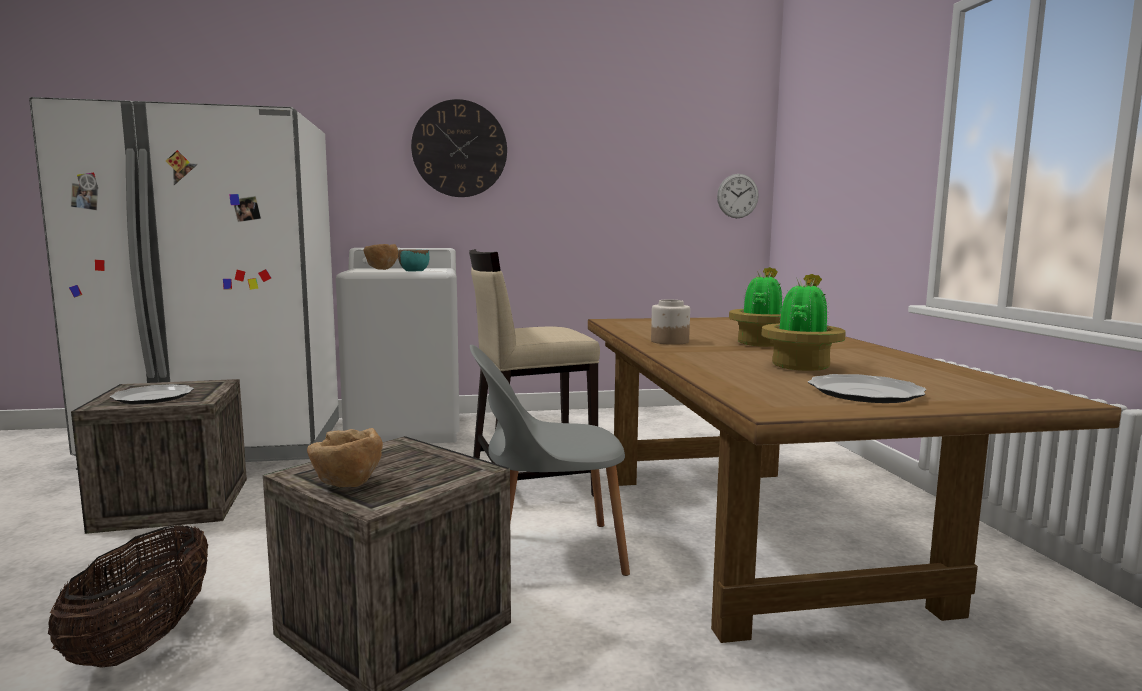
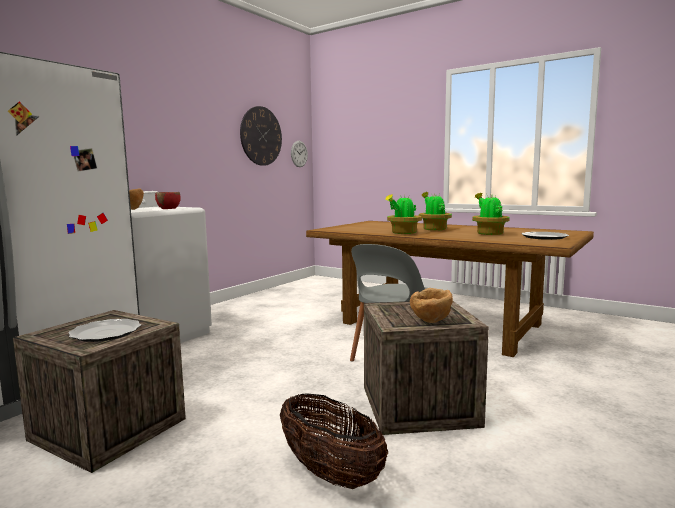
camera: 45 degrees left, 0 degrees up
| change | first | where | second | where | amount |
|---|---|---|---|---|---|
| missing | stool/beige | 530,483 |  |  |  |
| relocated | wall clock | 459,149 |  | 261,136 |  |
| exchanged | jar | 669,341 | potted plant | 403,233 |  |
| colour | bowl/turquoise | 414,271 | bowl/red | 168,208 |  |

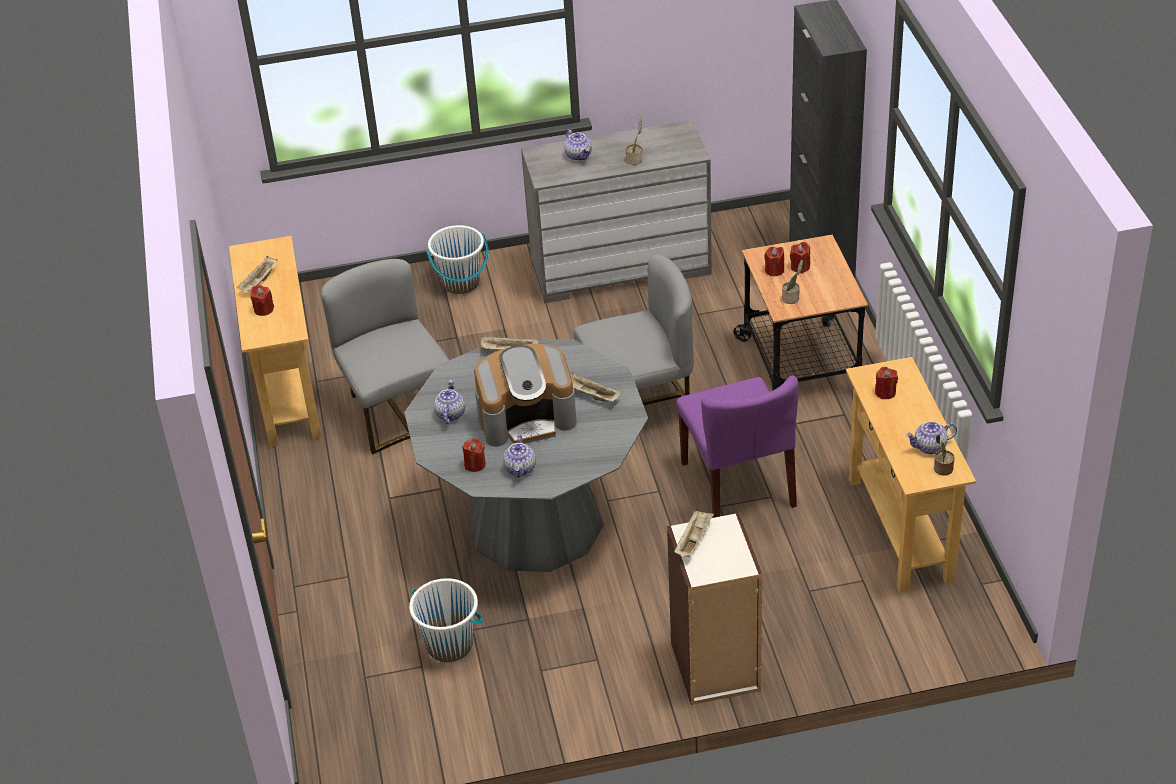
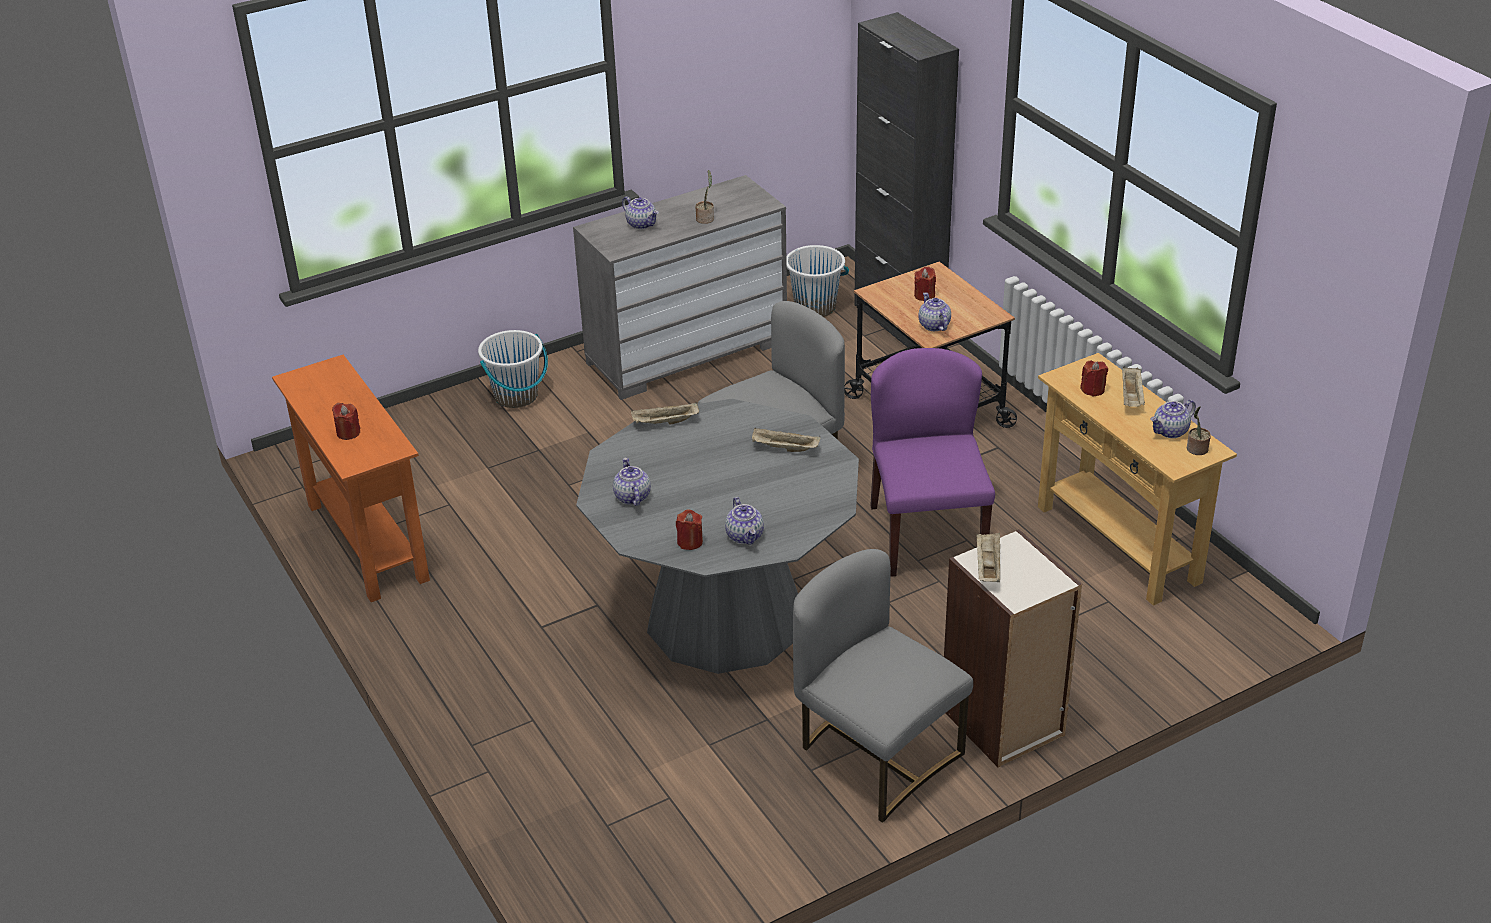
camera: 20 degrees left, 5 degrees down
| change | first | where | second | where | amount |
|---|---|---|---|---|---|
| missing | coffee machine | 527,418 |  |  |  |
| missing | candle/red | 774,270 |  |  |  |
| relocated | tray/beige | 259,282 |  | 1131,397 |  |
| relocated | chair/grey | 397,411 |  | 876,755 |  |
| relocated | bucket/white | 450,644 |  | 815,307 |  |
| exchanged | potted plant | 792,298 | teapot | 933,325 |  |
| colour | console table/beige | 288,393 | console table/orange | 367,542 |  |
| spun | chair/purple | 738,485 |  | 926,535 | 150 degrees counterclockwise |

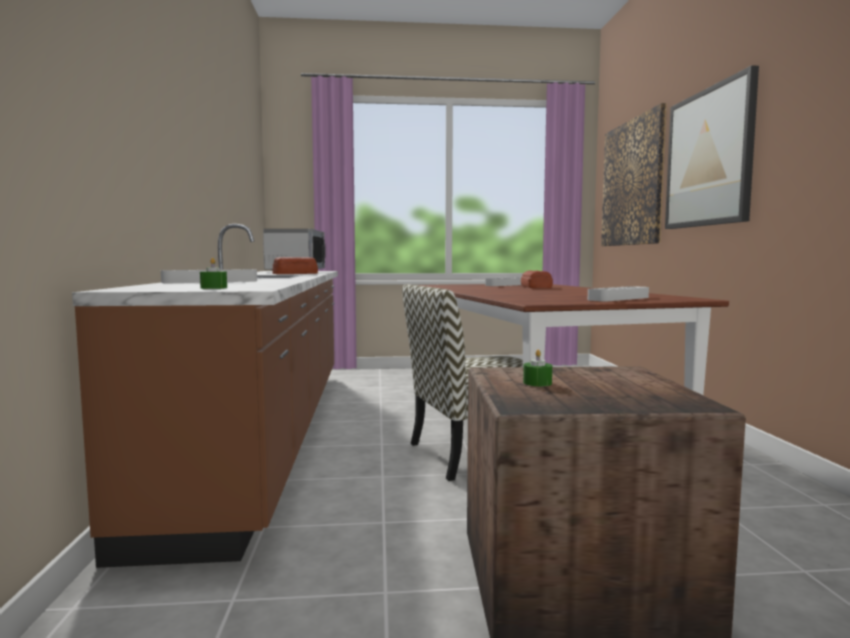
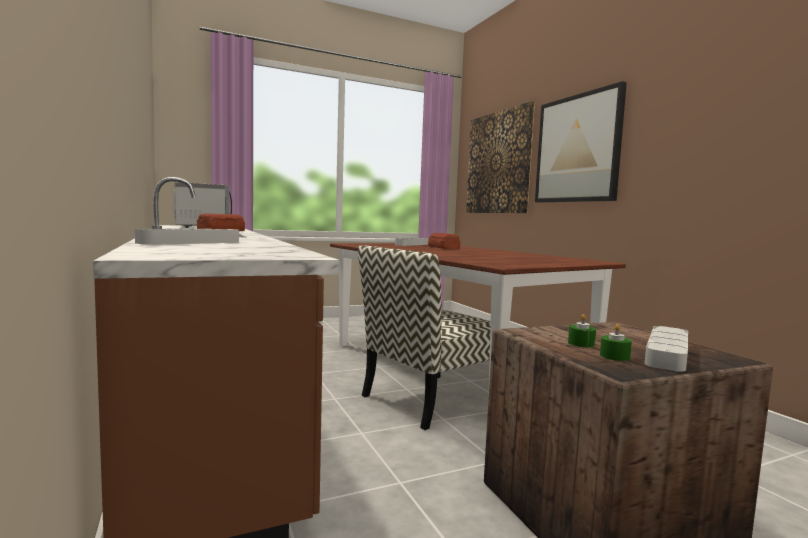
camera: 20 degrees left, 0 degrees up
| change | first | where | second | where | amount |
|---|---|---|---|---|---|
| relocated | candle/green | 214,288 |  | 614,356 |  |
| relocated | tray/grey | 618,299 |  | 667,353 |  |

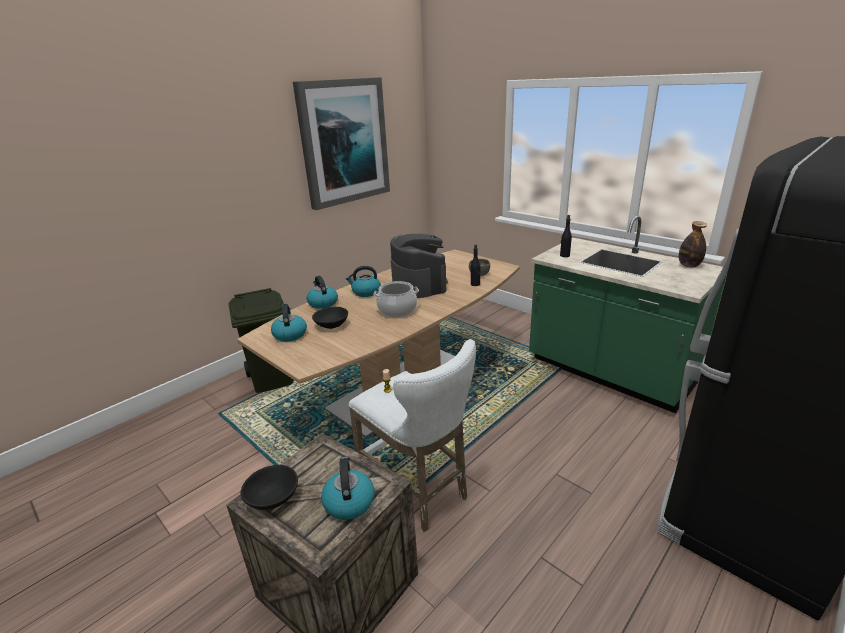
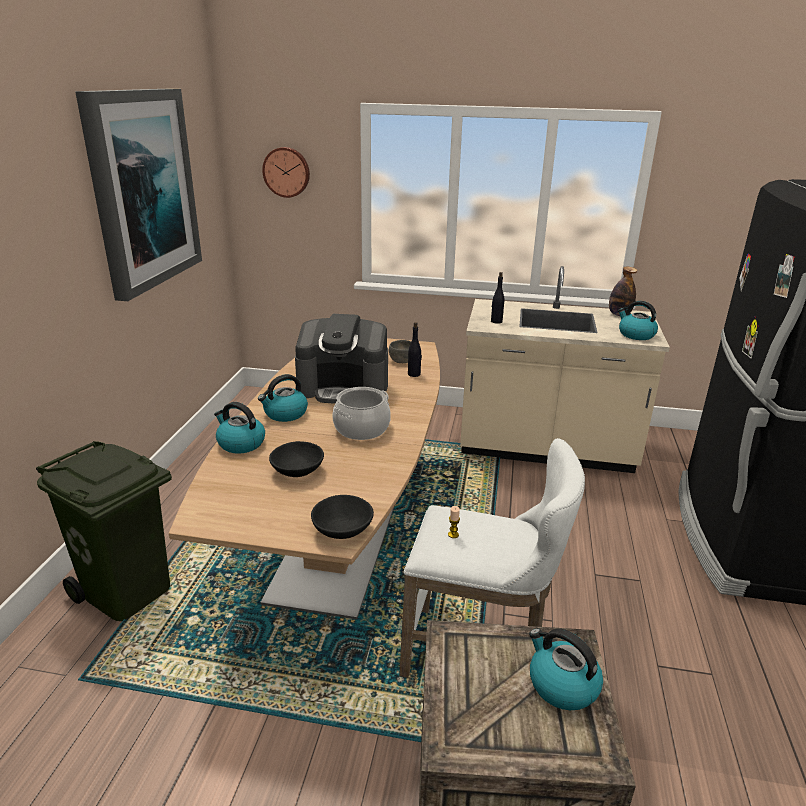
camera: 35 degrees left, 0 degrees up
| change | first | where | second | where | amount |
|---|---|---|---|---|---|
| appeared |  |  | wall clock | 287,172 |  |
| relocated | bowl/black | 273,498 |  | 342,530 |  |
| relocated | kettle | 290,334 |  | 635,335 |  |
| colour | counter/green | 608,373 | counter/beige | 546,449 |  |
| spun | coffee machine | 418,284 |  | 344,388 | 150 degrees clockwise |

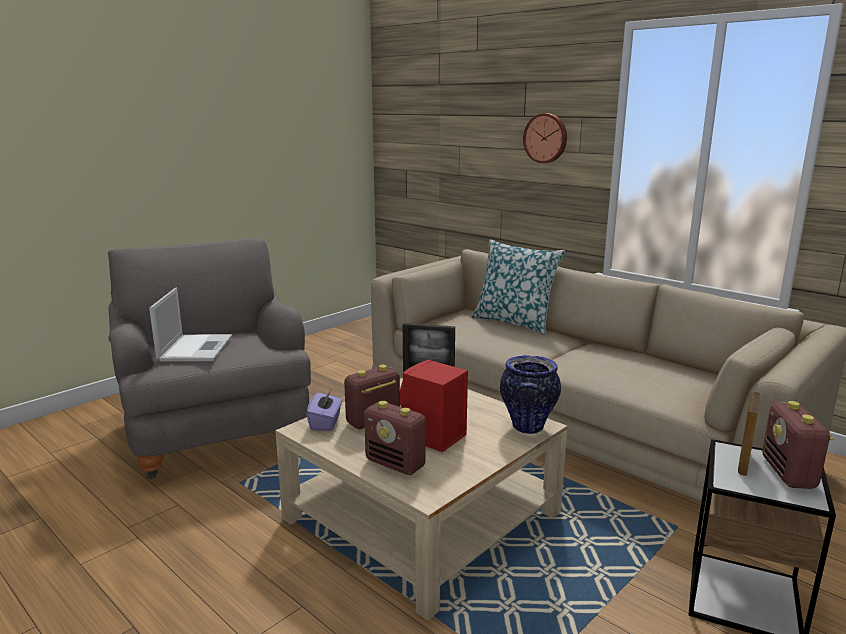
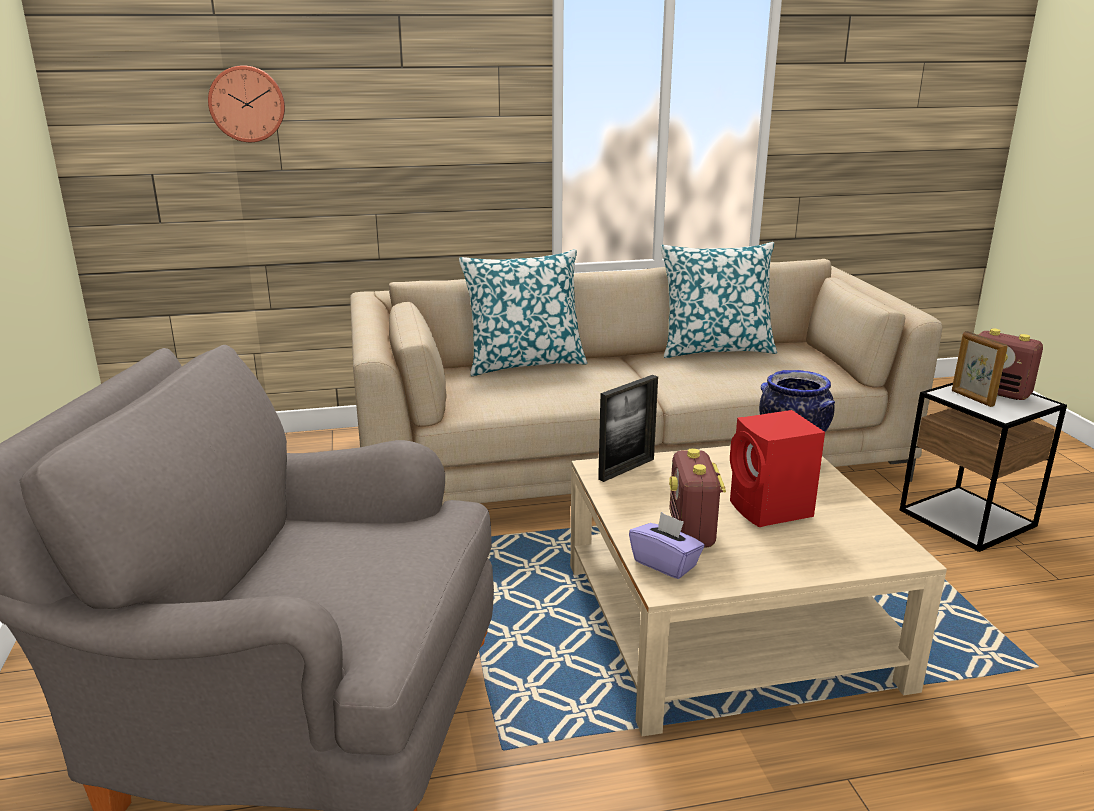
camera: 55 degrees left, 5 degrees up
| change | first | where | second | where | amount |
|---|---|---|---|---|---|
| missing | laptop | 196,348 |  |  |  |
| missing | radio | 396,464 |  |  |  |
| appeared |  |  | pillow | 715,349 |  |
| relocated | wall clock | 546,138 |  | 247,103 |  |

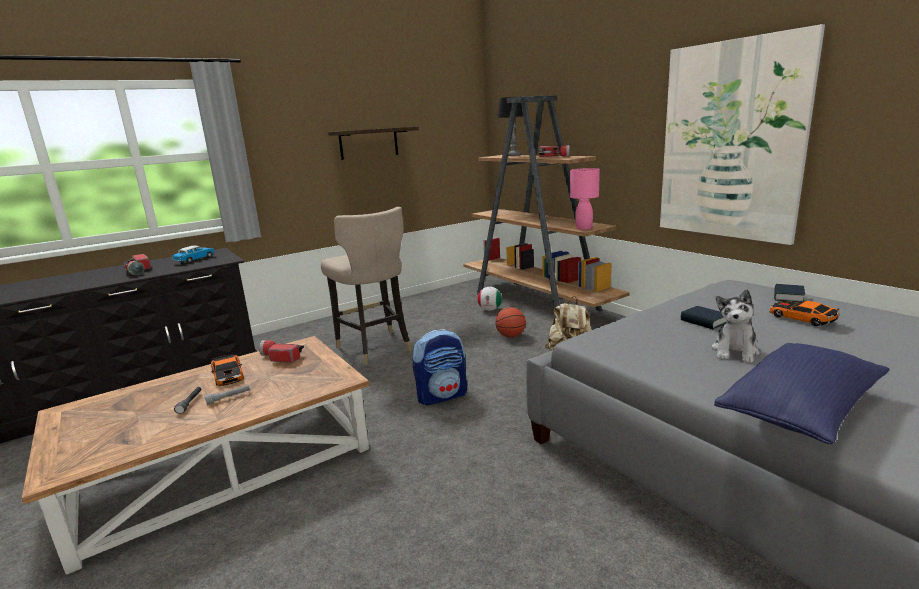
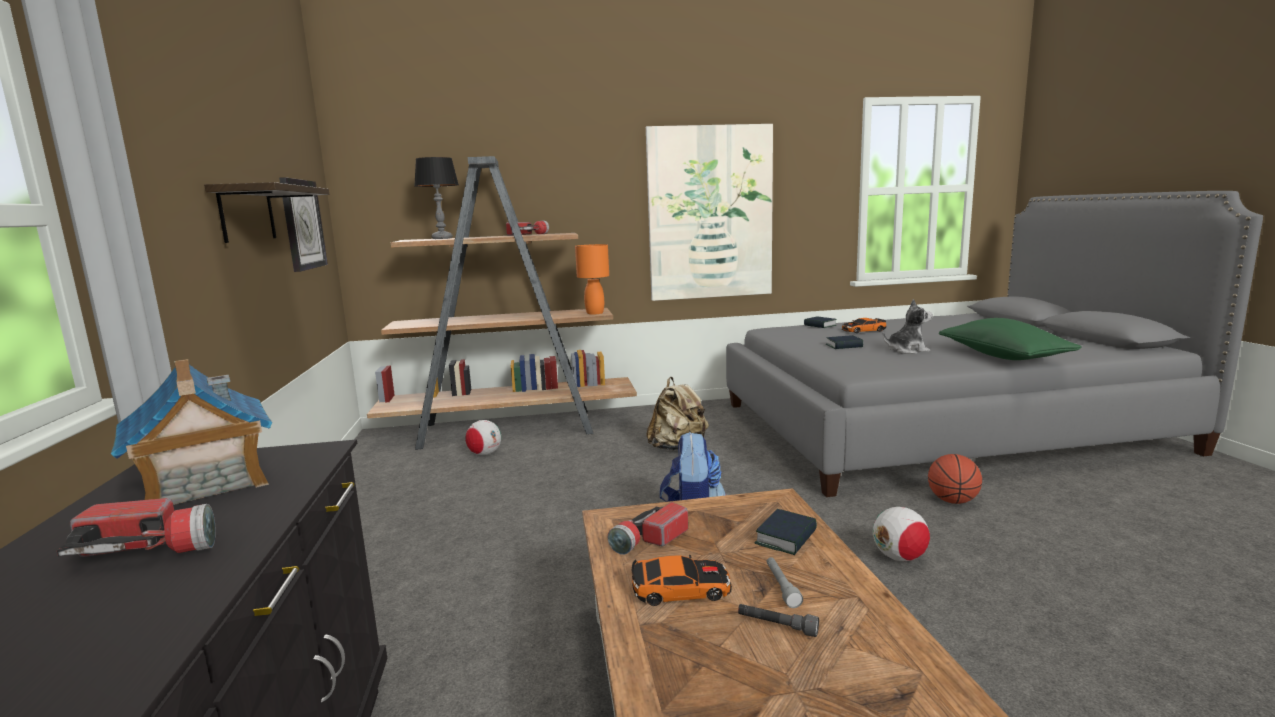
camera: 65 degrees left, 5 degrees down
| change | first | where | second | where | amount |
|---|---|---|---|---|---|
| missing | stool/beige | 375,348 |  |  |  |
| appeared |  |  | wall clock | 302,224 |  |
| appeared |  |  | book | 786,538 |  |
| appeared |  |  | football | 899,557 |  |
| relocated | basketball | 510,336 |  | 953,501 |  |
| exchanged | toy car | 195,259 | toy house | 205,483 |  |
| colour | table lamp/pink | 583,228 | table lamp/orange | 594,313 |  |
| colour | pillow/blue | 800,410 | pillow/green | 1003,356 |  |
| spun | plush toy | 735,351 |  | 907,350 | 60 degrees counterclockwise |

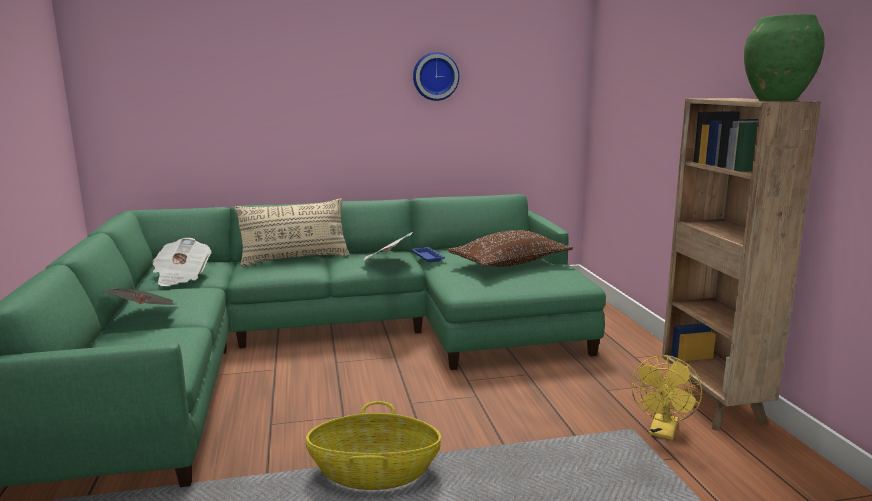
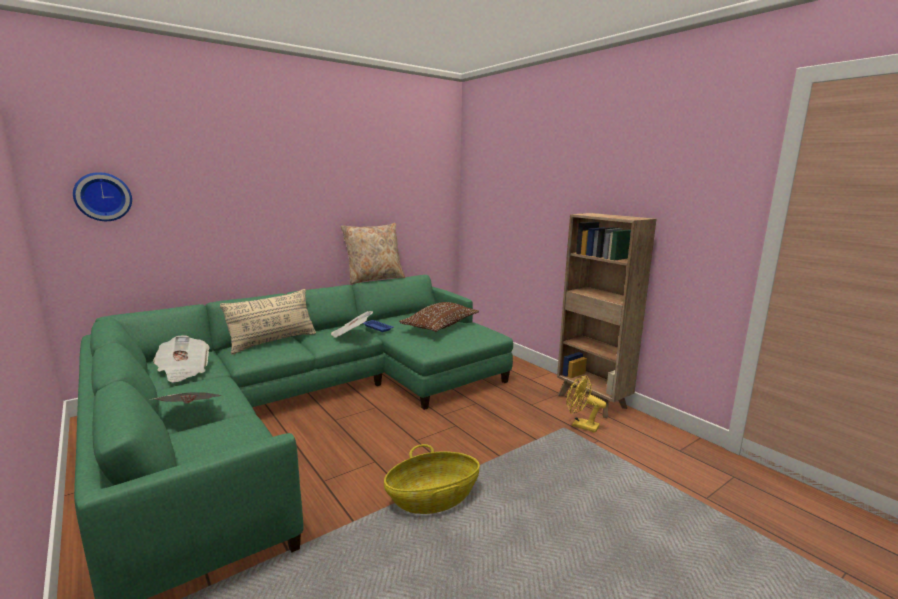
camera: 25 degrees left, 0 degrees up
| change | first | where | second | where | amount |
|---|---|---|---|---|---|
| missing | vase/green | 776,100 |  |  |  |
| appeared |  |  | pillow/beige | 374,279 |  |
| relocated | wall clock | 435,76 |  | 103,196 |  |
| spun | fan/yellow | 663,432 |  | 581,425 | 120 degrees clockwise |

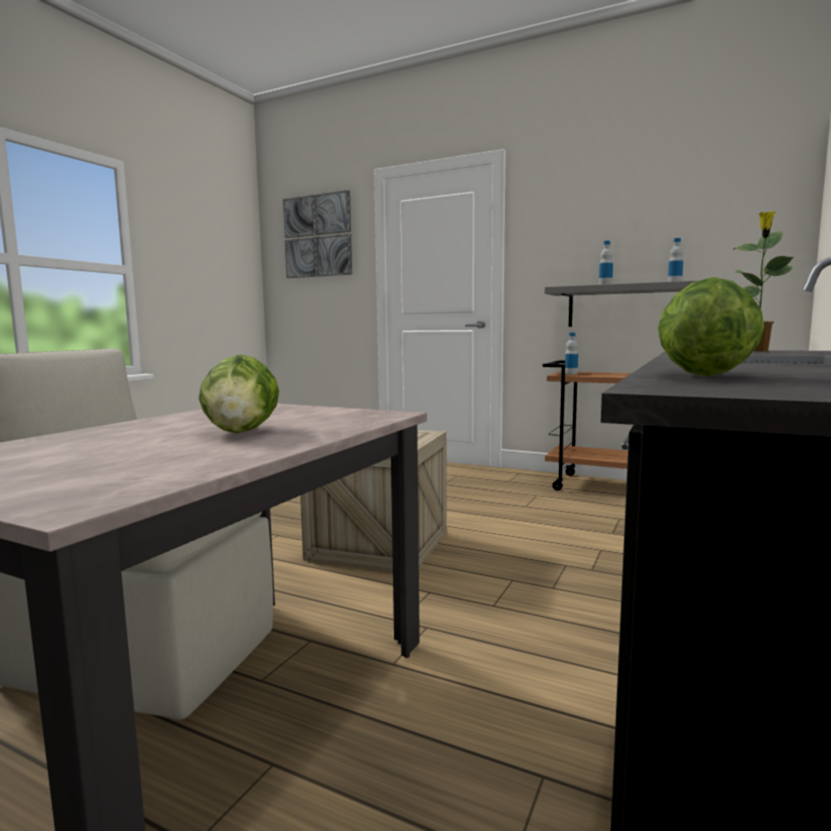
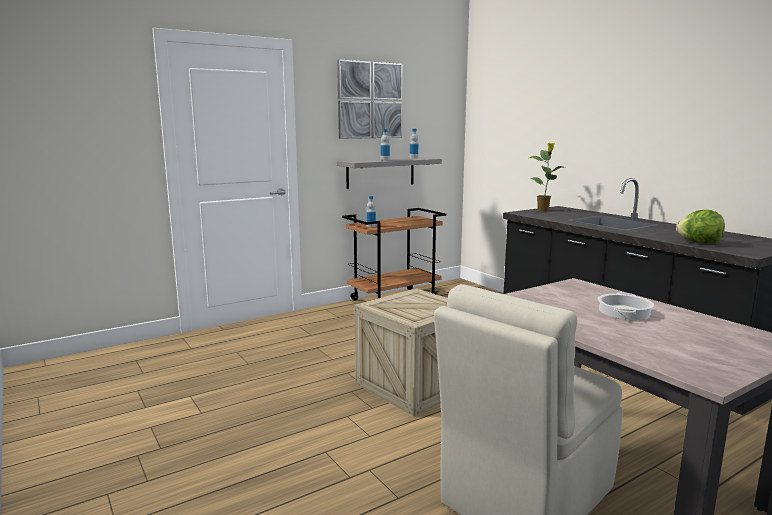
camera: 60 degrees left, 5 degrees up
| change | first | where | second | where | amount |
|---|---|---|---|---|---|
| relocated | picture | 318,236 |  | 370,100 |  |
| exchanged | lettuce | 242,432 | cooking pot | 623,311 |  |

